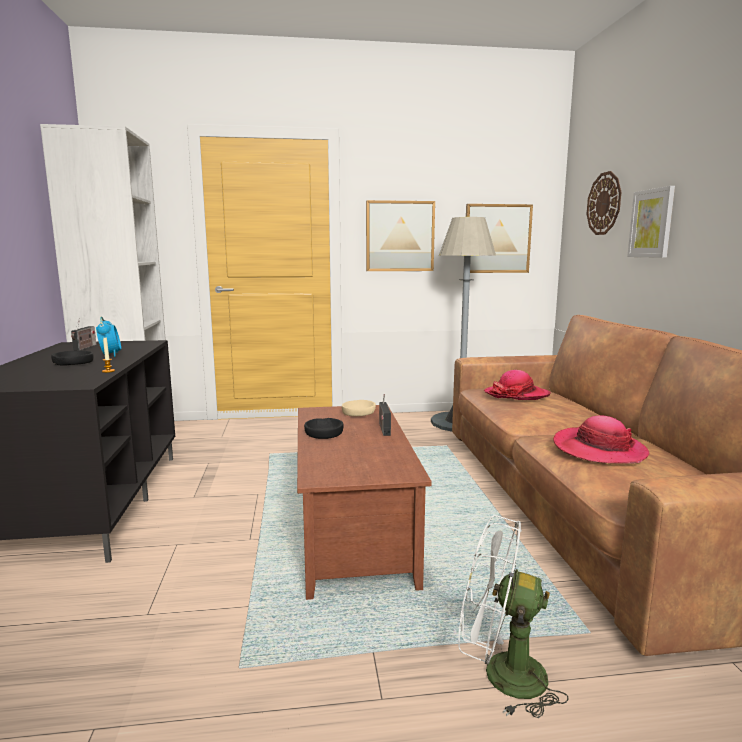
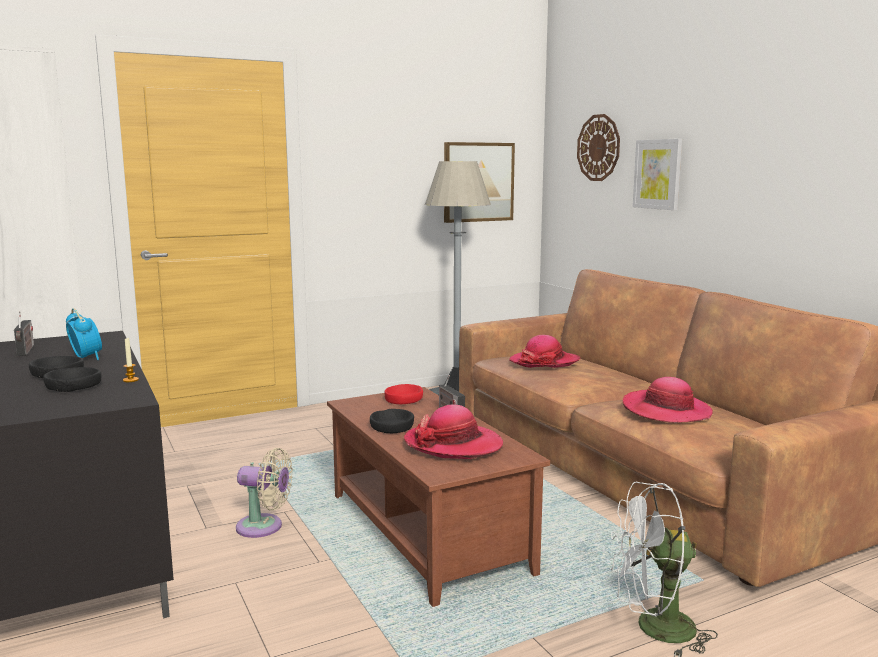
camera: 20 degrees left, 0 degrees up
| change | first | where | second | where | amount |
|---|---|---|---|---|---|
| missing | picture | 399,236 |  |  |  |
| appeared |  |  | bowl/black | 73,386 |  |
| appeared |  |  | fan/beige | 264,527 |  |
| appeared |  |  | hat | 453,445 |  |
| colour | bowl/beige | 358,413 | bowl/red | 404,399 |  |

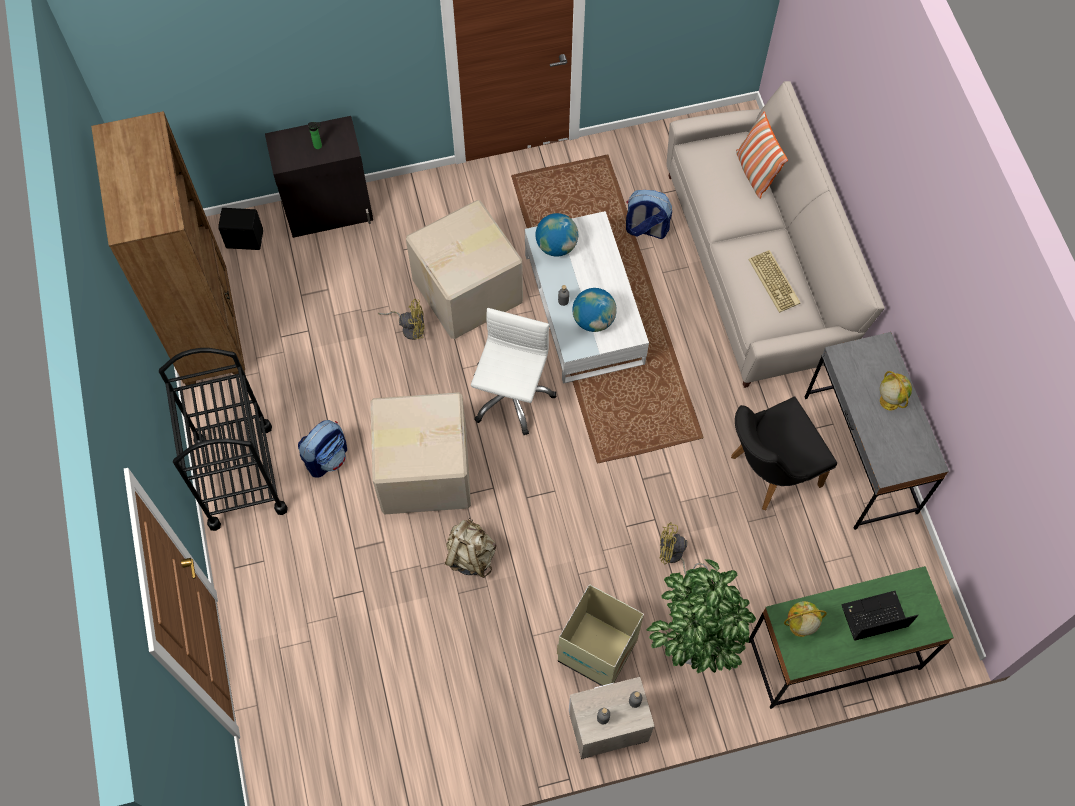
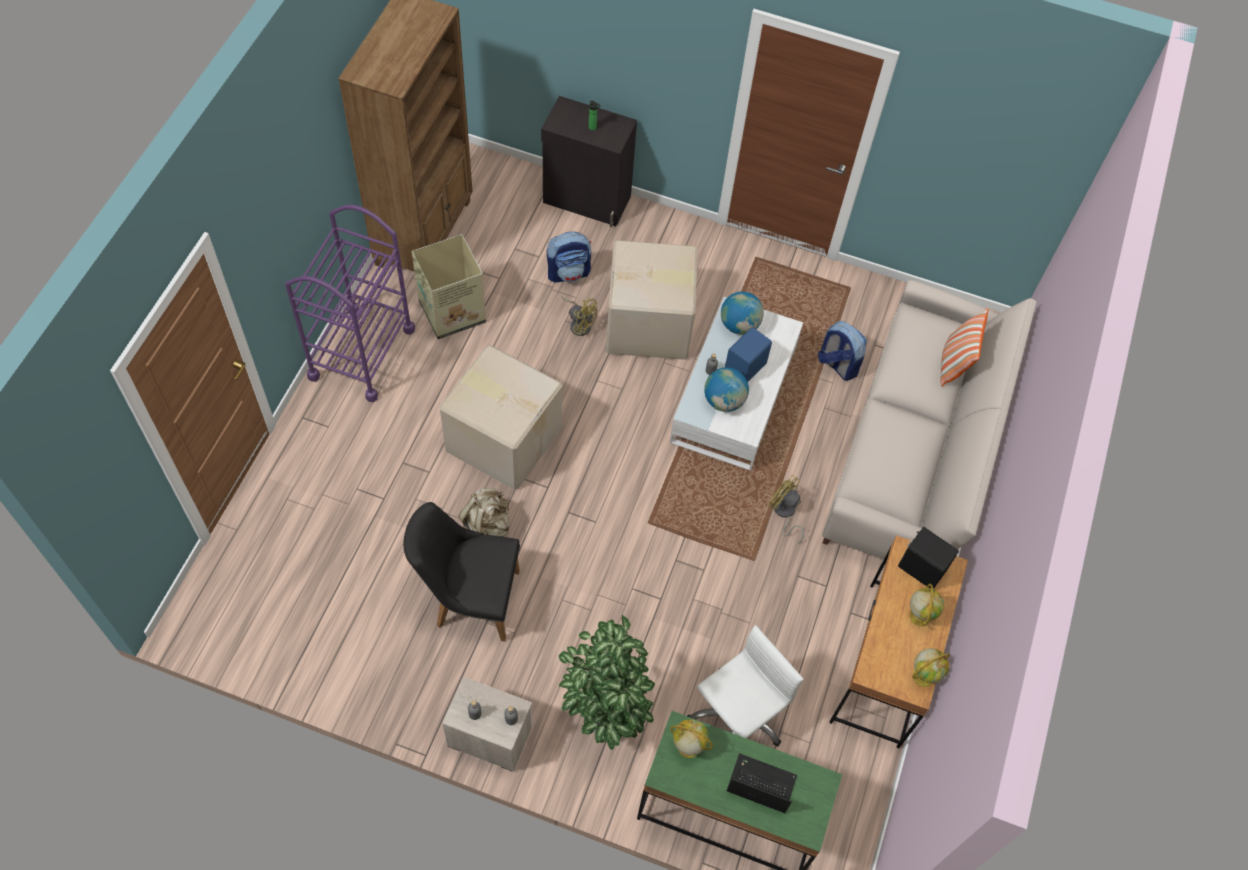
camera: 30 degrees right, 5 degrees down
| change | first | where | second | where | amount |
|---|---|---|---|---|---|
| missing | keyboard | 775,281 |  |  |  |
| appeared |  |  | speaker/blue | 746,368 |  |
| appeared |  |  | globe | 924,675 |  |
| relocated | speaker/black | 244,239 |  | 921,567 |  |
| relocated | backpack | 327,457 |  | 569,272 |  |
| relocated | office chair/white | 511,396 |  | 736,716 |  |
| relocated | cardboard box | 598,649 |  | 453,311 |  |
| relocated | fan/yellow | 674,557 |  | 784,513 |  |
| relocated | chair/black | 767,472 |  | 469,598 |  |
| colour | cart/black | 240,476 | cart/purple | 362,353 |  |
| colour | desk/grey | 860,454 | desk/brown | 884,664 |  |

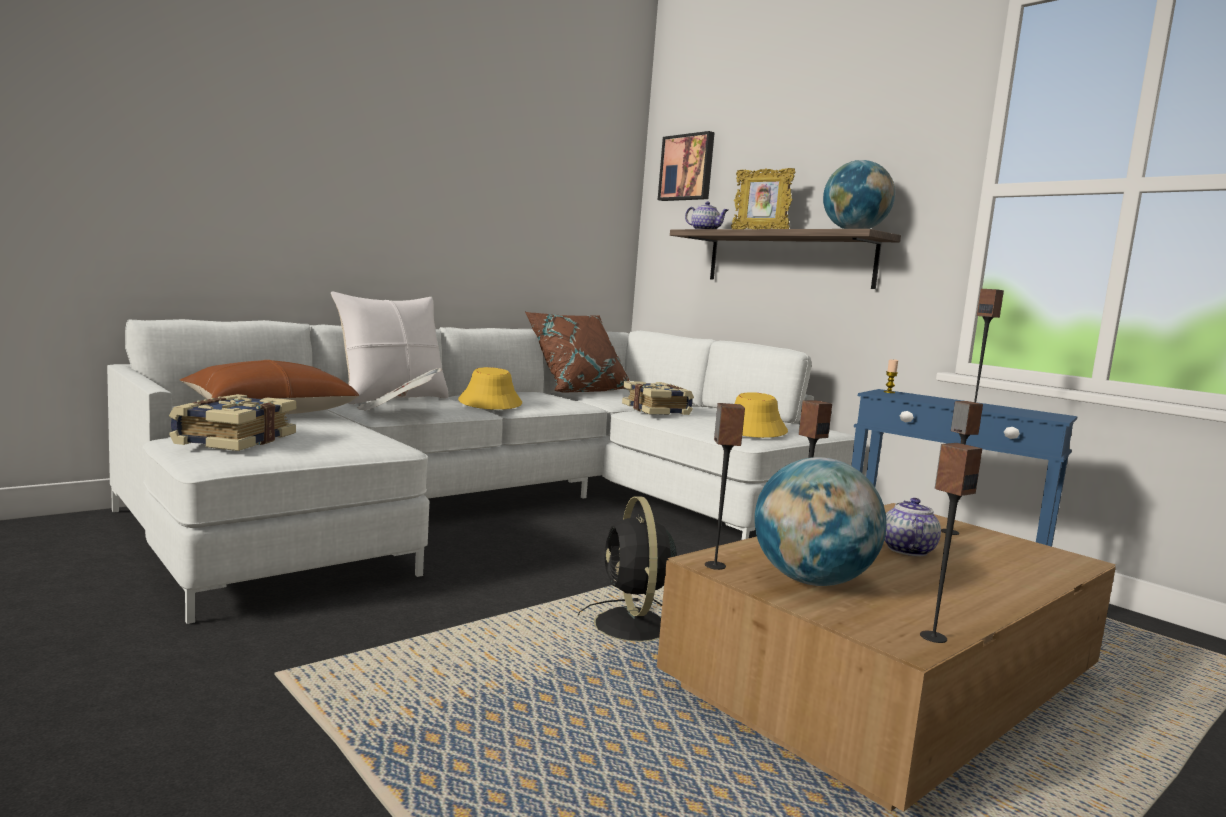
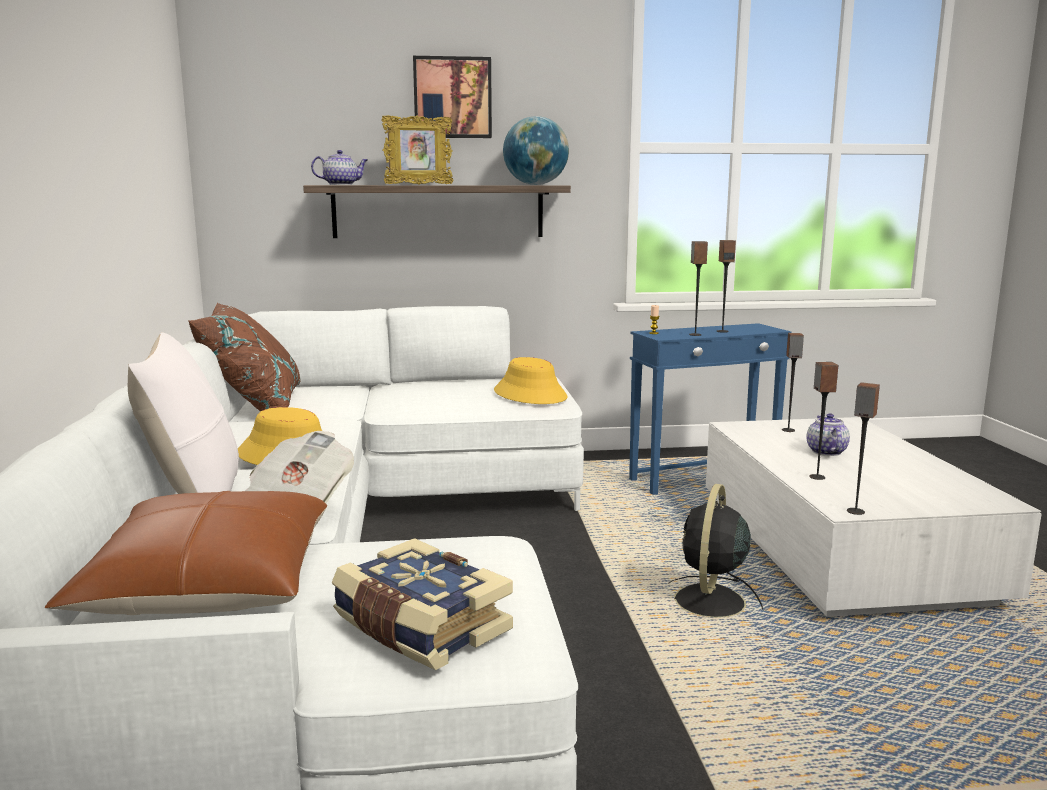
camera: 55 degrees left, 5 degrees up
| change | first | where | second | where | amount |
|---|---|---|---|---|---|
| missing | book | 657,410 |  |  |  |
| missing | globe | 811,581 |  |  |  |
| relocated | picture | 687,168 |  | 452,98 |  |
| relocated | speaker | 932,637 |  | 695,334 |  |
| colour | coffee table/brown | 887,684 | coffee table/white | 839,548 |  |
| spun | fan/black | 632,628 |  | 709,603 | 90 degrees clockwise |
| spun | teapot | 906,549 |  | 825,451 | 45 degrees clockwise |

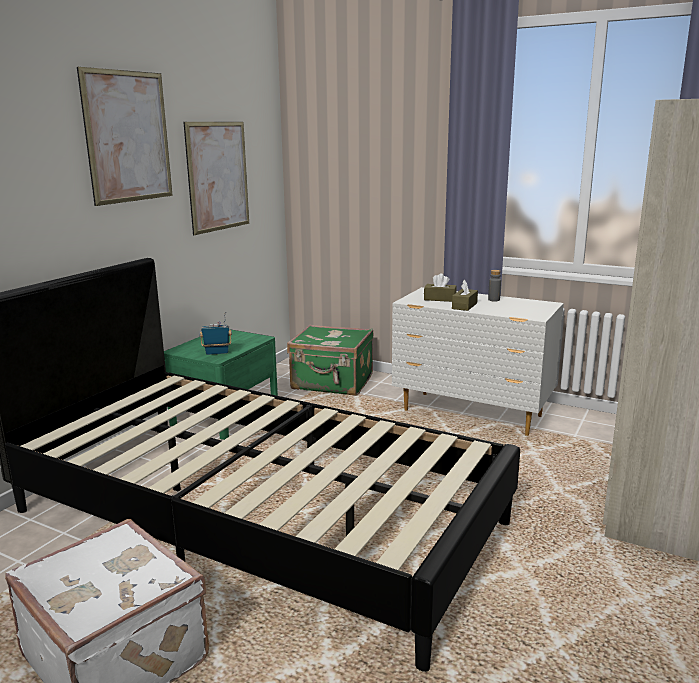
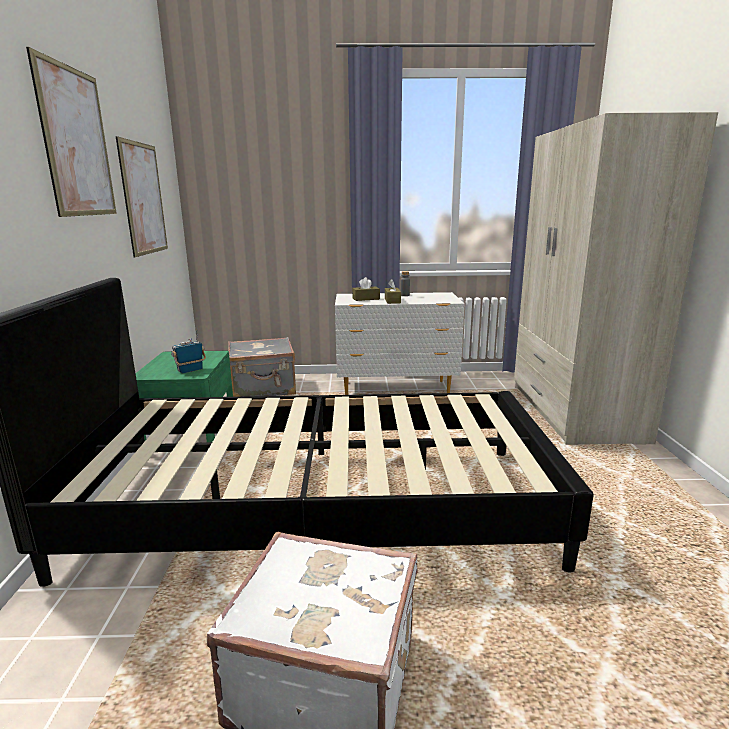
camera: 30 degrees left, 0 degrees up
| change | first | where | second | where | amount |
|---|---|---|---|---|---|
| colour | suitcase/green | 332,383 | suitcase/grey | 263,389 |  |

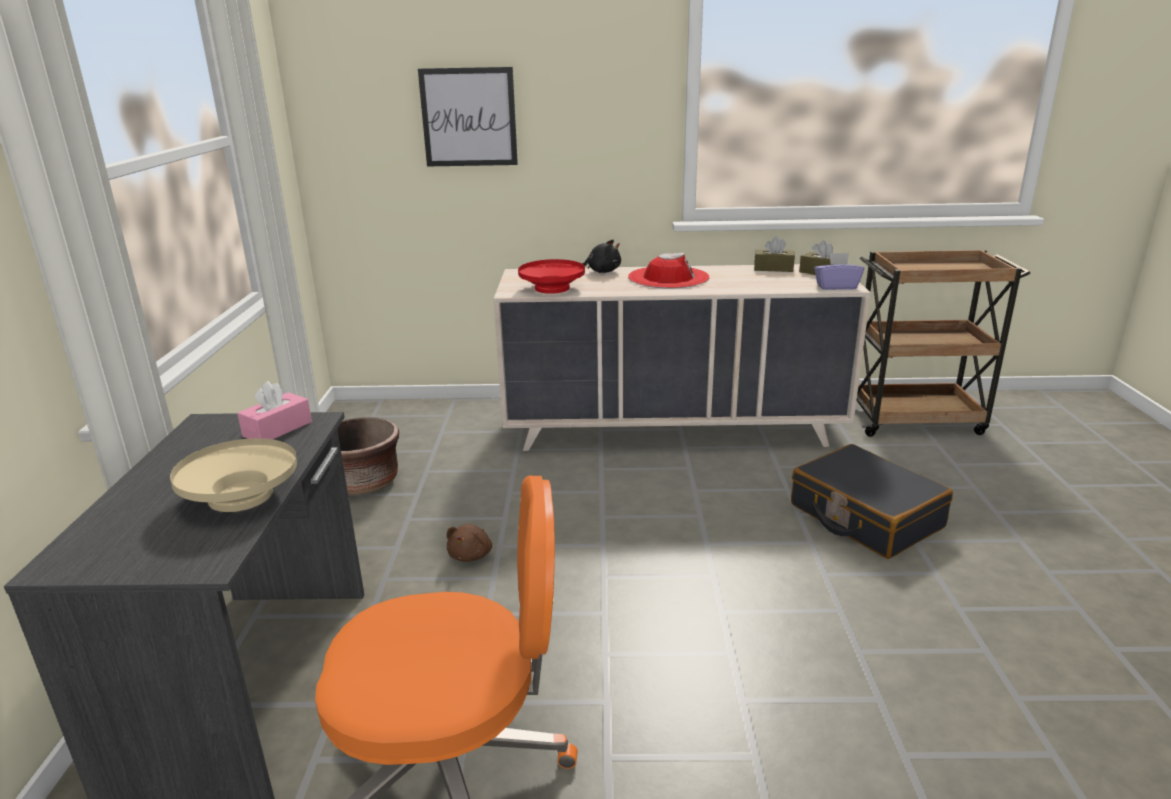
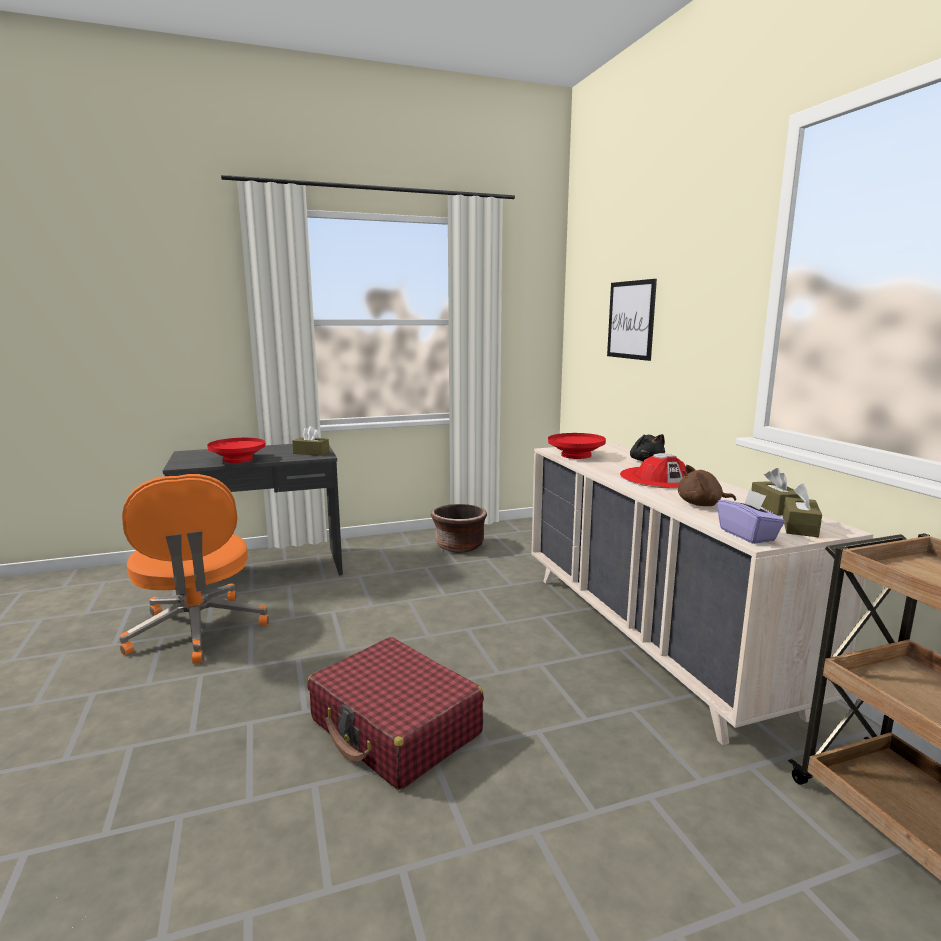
camera: 70 degrees right, 10 degrees down
| change | first | where | second | where | amount |
|---|---|---|---|---|---|
| missing | suitcase/black | 865,516 |  |  |  |
| appeared |  |  | suitcase/red | 395,727 |  |
| relocated | plush toy/brown | 471,555 |  | 702,505 |  |
| colour | bowl/beige | 242,496 | bowl/red | 238,460 |  |
| colour | tissue box/pink | 277,429 | tissue box/brown | 311,453 |  |

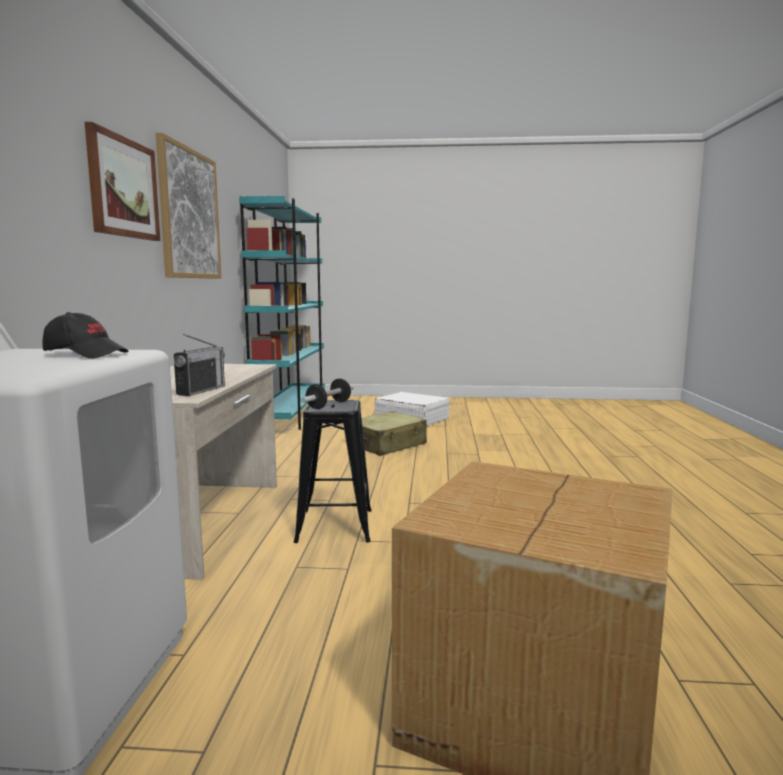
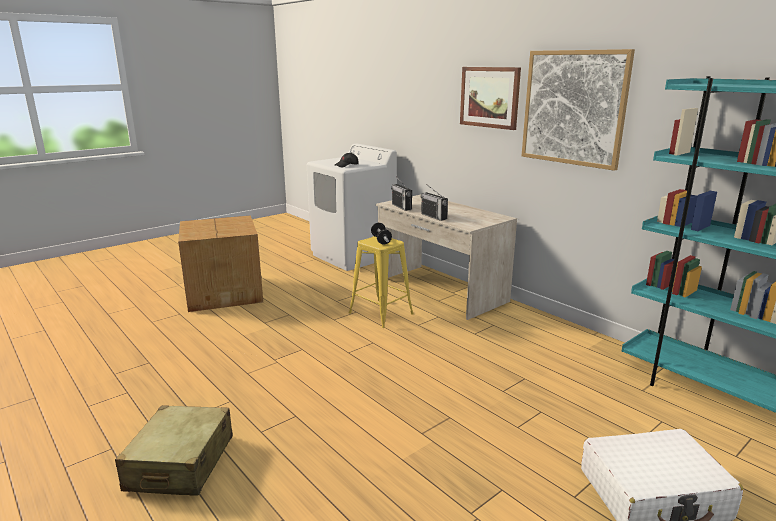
camera: 135 degrees right, 10 degrees up
| change | first | where | second | where | amount |
|---|---|---|---|---|---|
| appeared |  |  | radio | 434,216 |  |
| relocated | suitcase/beige | 387,445 |  | 180,463 |  |
| colour | stool/black | 335,525 | stool/yellow | 380,313 |  |

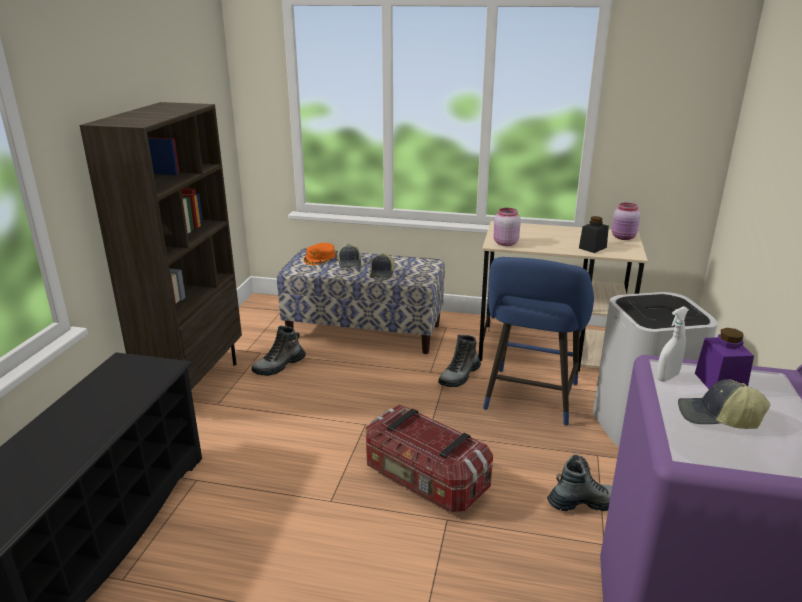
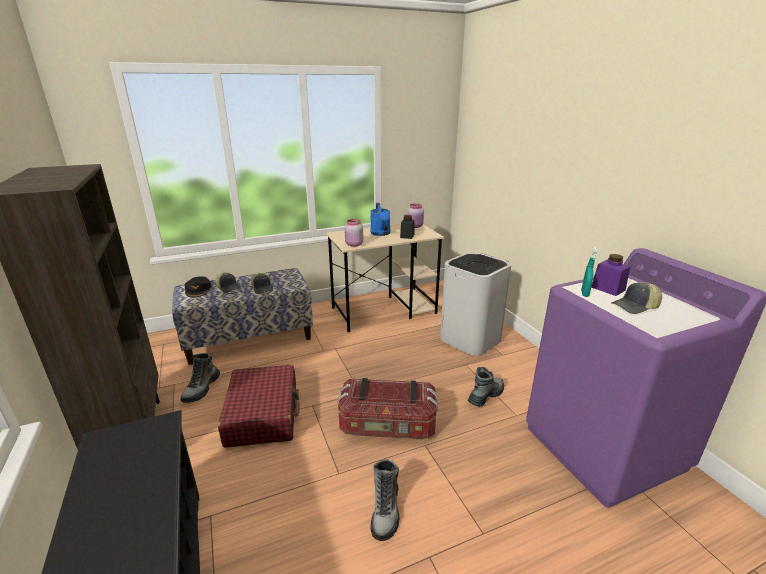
camera: 35 degrees left, 0 degrees up
| change | first | where | second | where | amount |
|---|---|---|---|---|---|
| missing | stool/blue | 530,400 |  |  |  |
| appeared |  |  | suitcase/red | 263,414 |  |
| appeared |  |  | watering can/blue | 381,234 |  |
| relocated | boot | 459,376 |  | 385,510 |  |
| colour | cap/orange | 319,258 | cap/black | 198,290 |  |
| colour | spray bottle/white | 667,377 | spray bottle/turquoise | 584,293 |  |

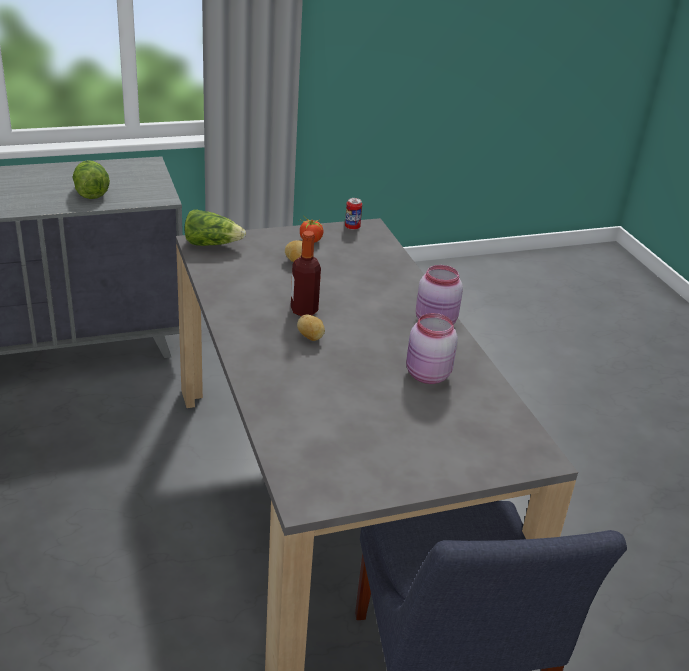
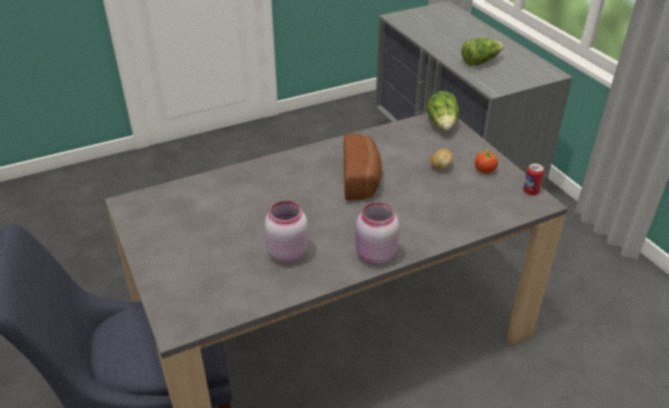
camera: 85 degrees right, 5 degrees up
| change | first | where | second | where | amount |
|---|---|---|---|---|---|
| missing | potato | 311,337 |  |  |  |
| exchanged | bottle | 304,310 | bread | 362,179 |  |

